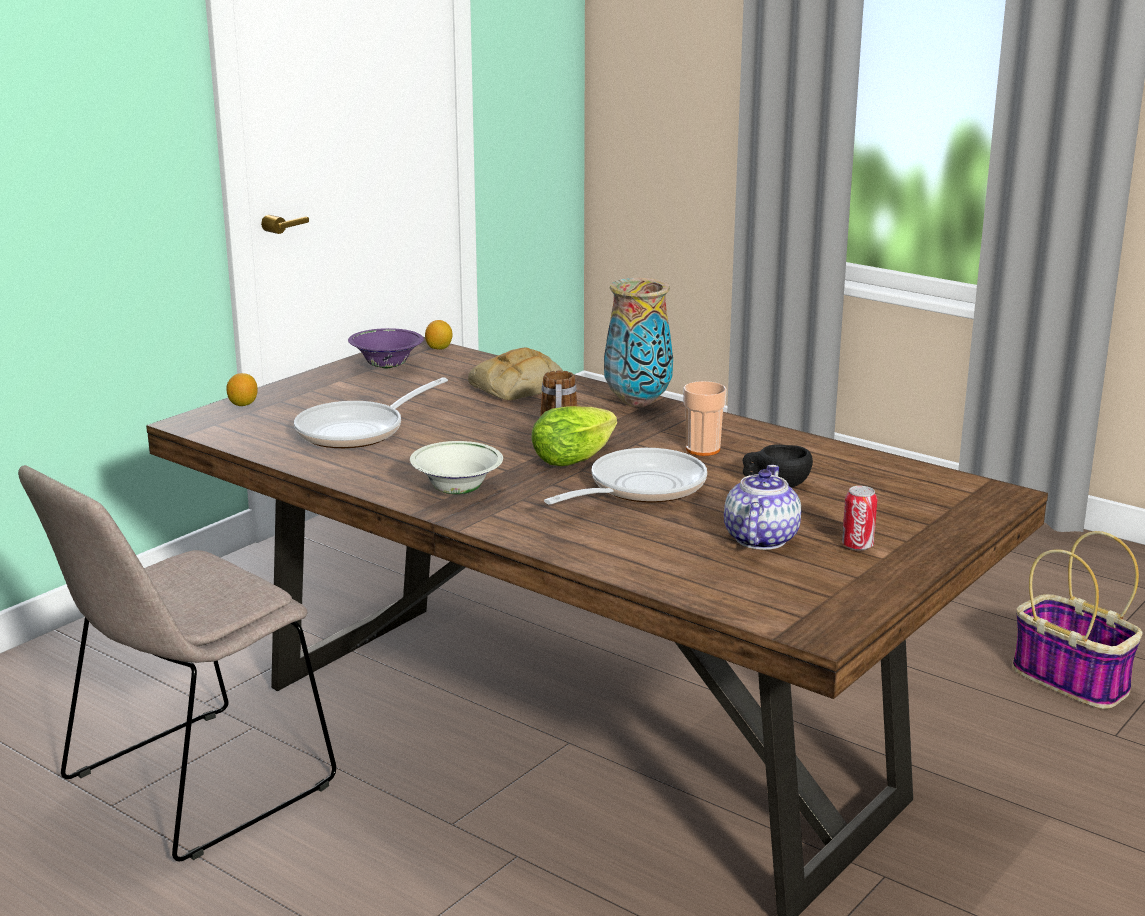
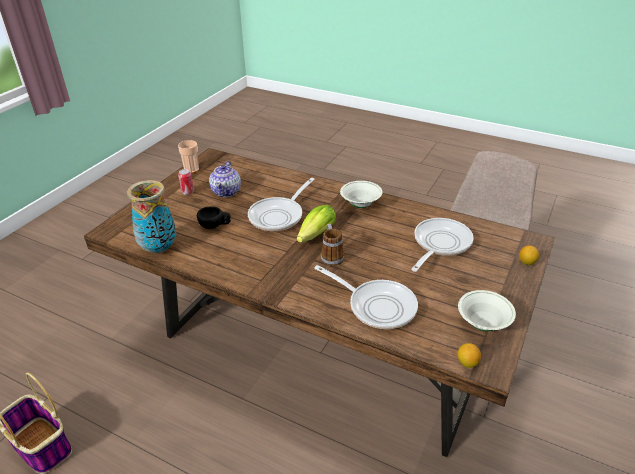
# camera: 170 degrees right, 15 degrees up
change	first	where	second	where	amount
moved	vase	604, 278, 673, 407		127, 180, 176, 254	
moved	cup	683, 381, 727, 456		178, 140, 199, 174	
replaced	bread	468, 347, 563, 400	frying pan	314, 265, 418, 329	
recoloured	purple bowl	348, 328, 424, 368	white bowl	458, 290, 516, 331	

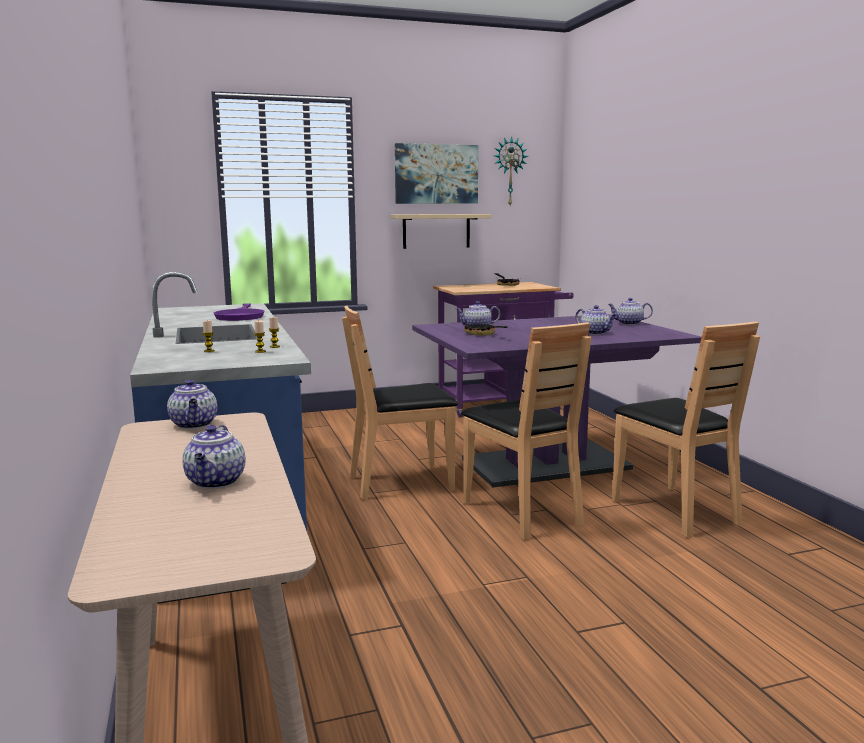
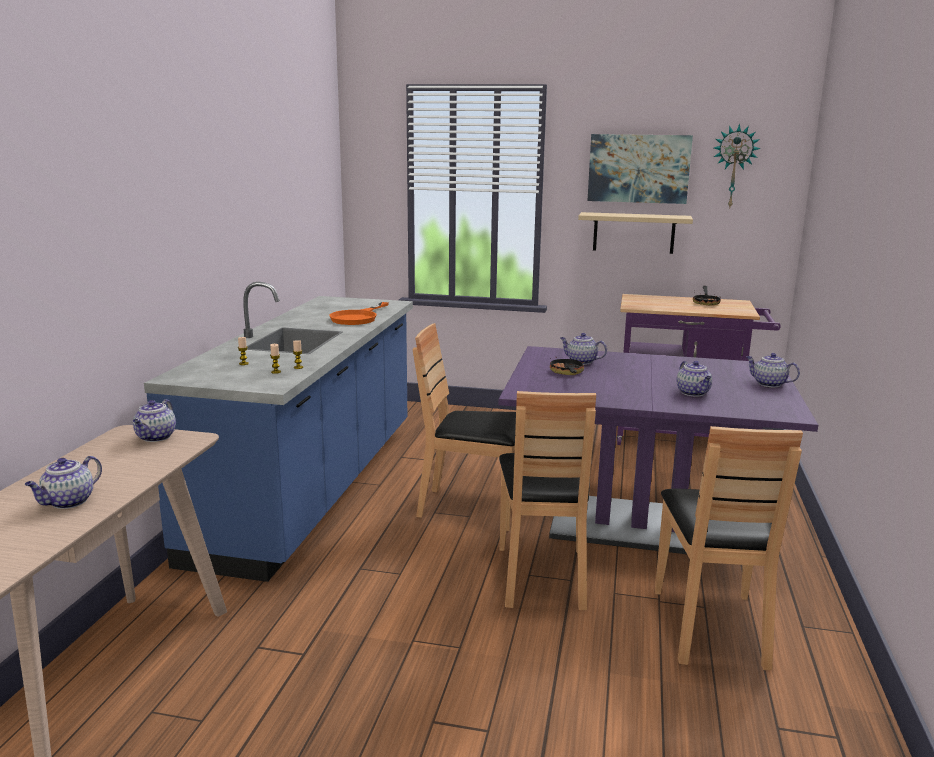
# camera: 30 degrees right, 5 degrees up
change	first	where	second	where	amount
recoloured	purple frying pan	214, 303, 264, 321	orange frying pan	329, 302, 389, 325	

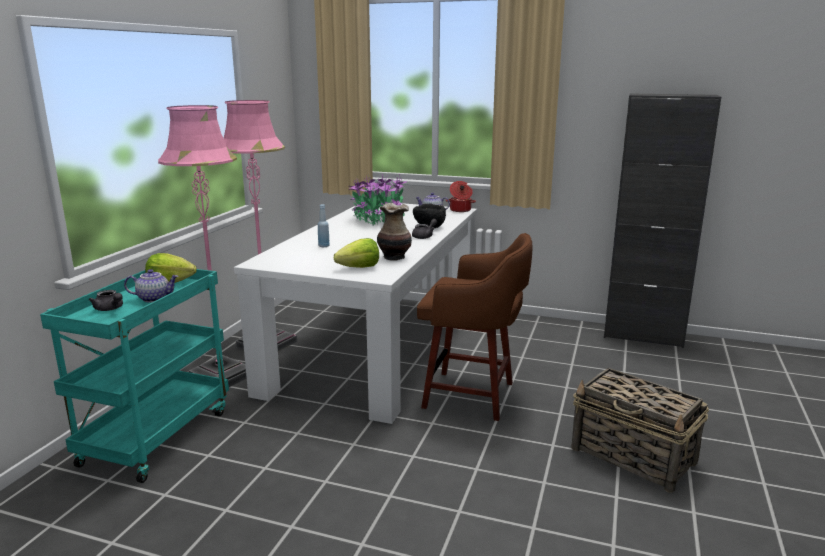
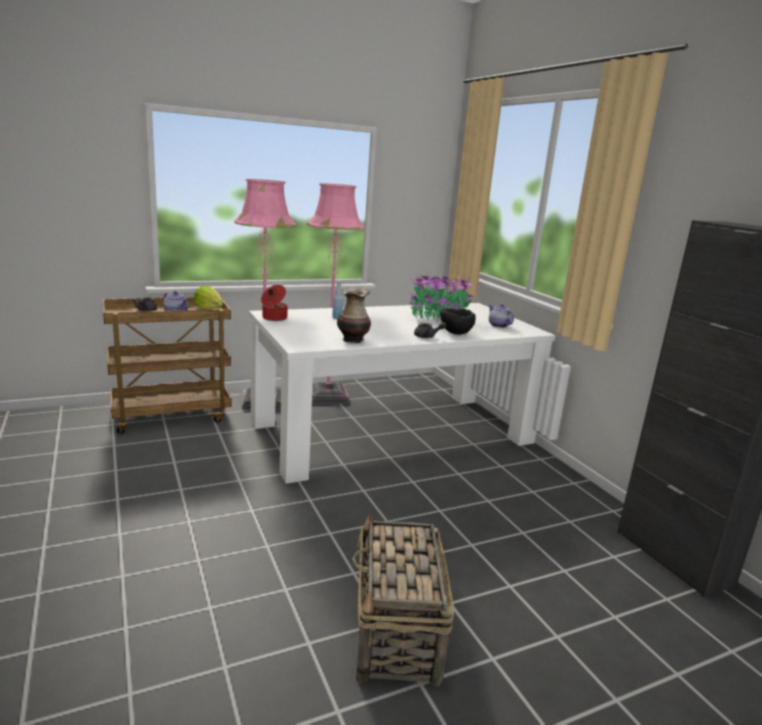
# camera: 45 degrees right, 0 degrees up
change	first	where	second	where	amount
removed	lettuce	334, 238, 379, 268			
removed	brown stool	417, 233, 533, 421			
moved	cooking pot	446, 181, 476, 212		261, 285, 288, 321	
recoloured	turquoise cart	40, 269, 229, 483	brown cart	103, 297, 232, 434	

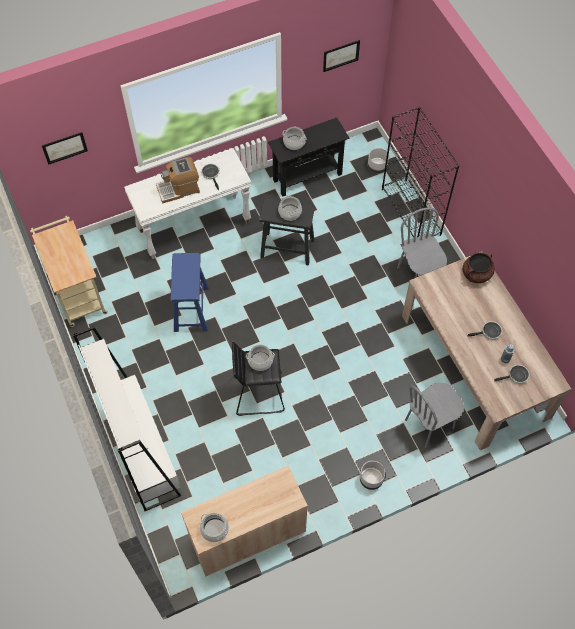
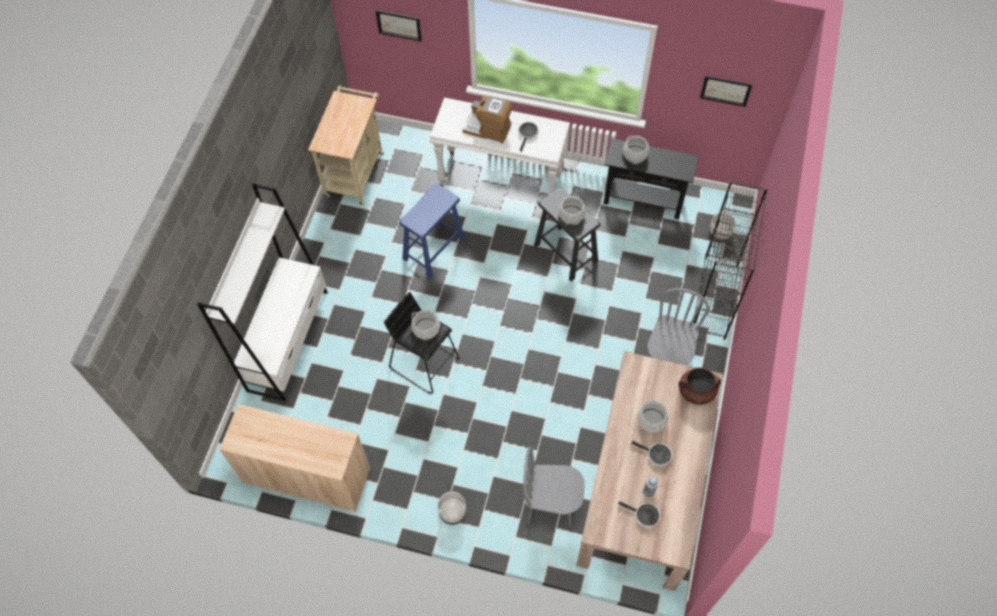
# camera: 40 degrees right, 0 degrees up
change	first	where	second	where	amount
moved	cooking pot	200, 513, 229, 542		637, 399, 668, 433	

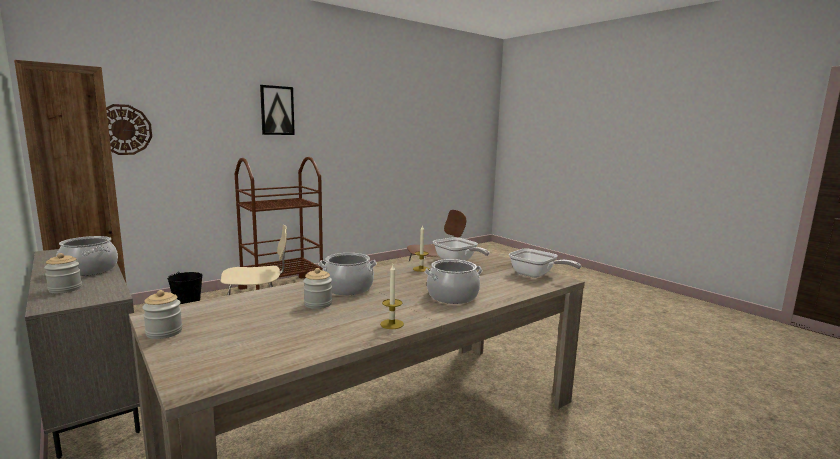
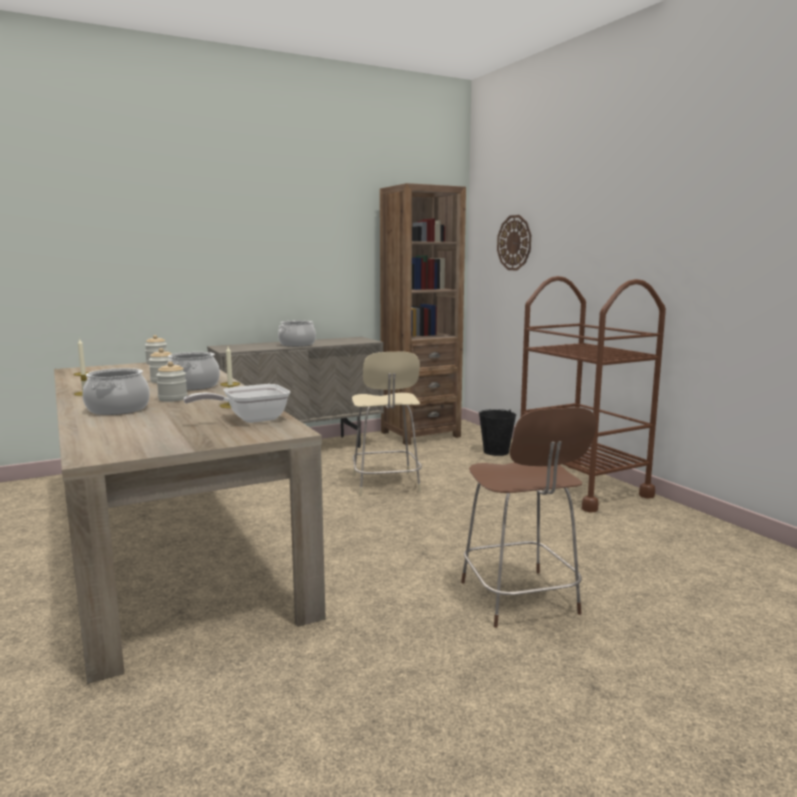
# camera: 100 degrees right, 0 degrees up
change	first	where	second	where	amount
removed	picture	260, 85, 295, 135			
removed	frying pan	509, 249, 581, 278			
moved	jar	44, 253, 82, 293		156, 361, 188, 402	

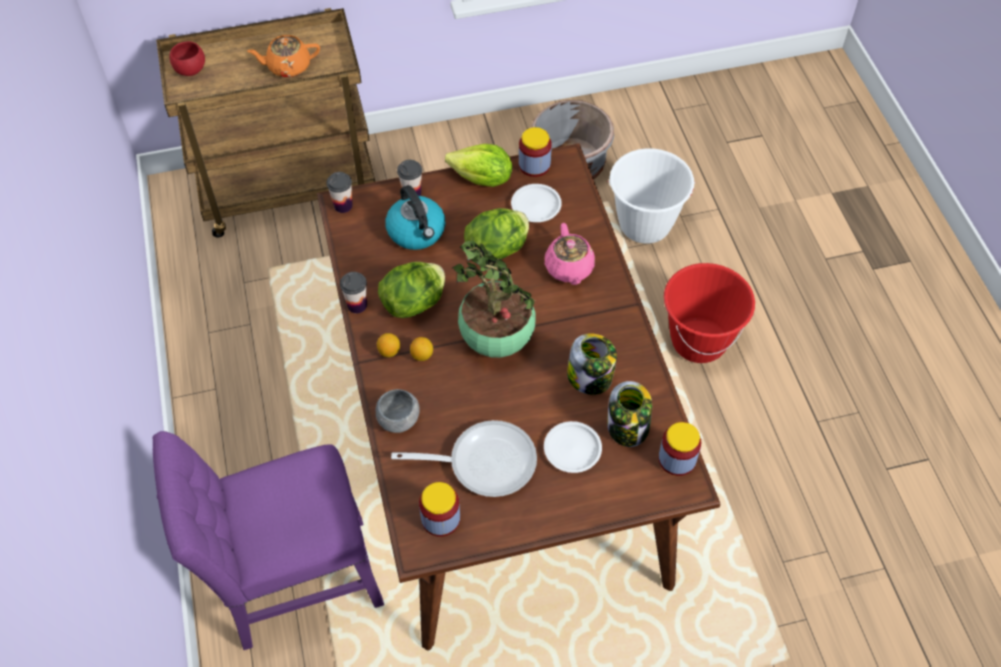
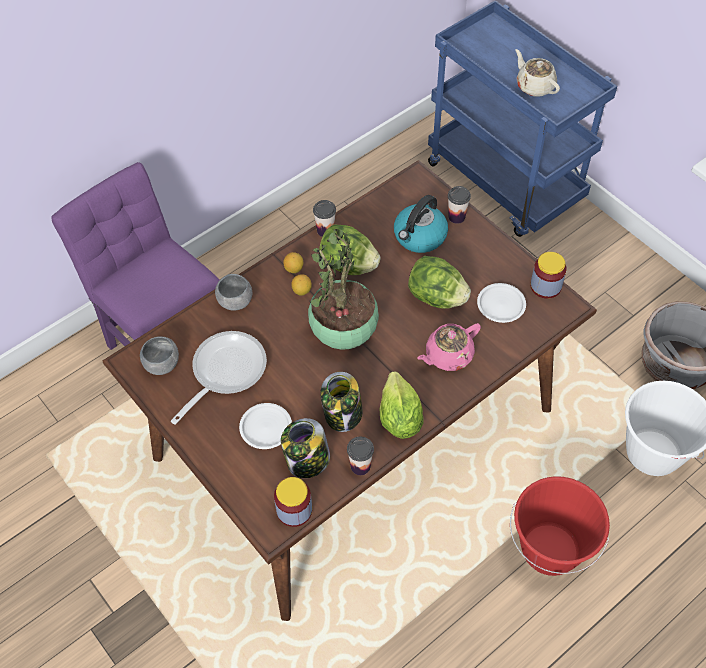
# camera: 65 degrees right, 0 degrees up
change	first	where	second	where	amount
removed	red bowl	169, 41, 205, 76			
moved	cup	326, 172, 353, 213		347, 437, 374, 475	
moved	lettuce	445, 144, 512, 187		380, 371, 423, 439	
replaced	jar	419, 482, 460, 537	grey bowl	140, 337, 179, 375	
recoloured	brown cart	156, 8, 375, 237	blue cart	428, 0, 617, 237	
recoloured	orange teapot	247, 35, 320, 77	beige teapot	515, 49, 560, 97	
turned	frying pan	391, 420, 537, 497		171, 331, 267, 424	120 degrees counterclockwise

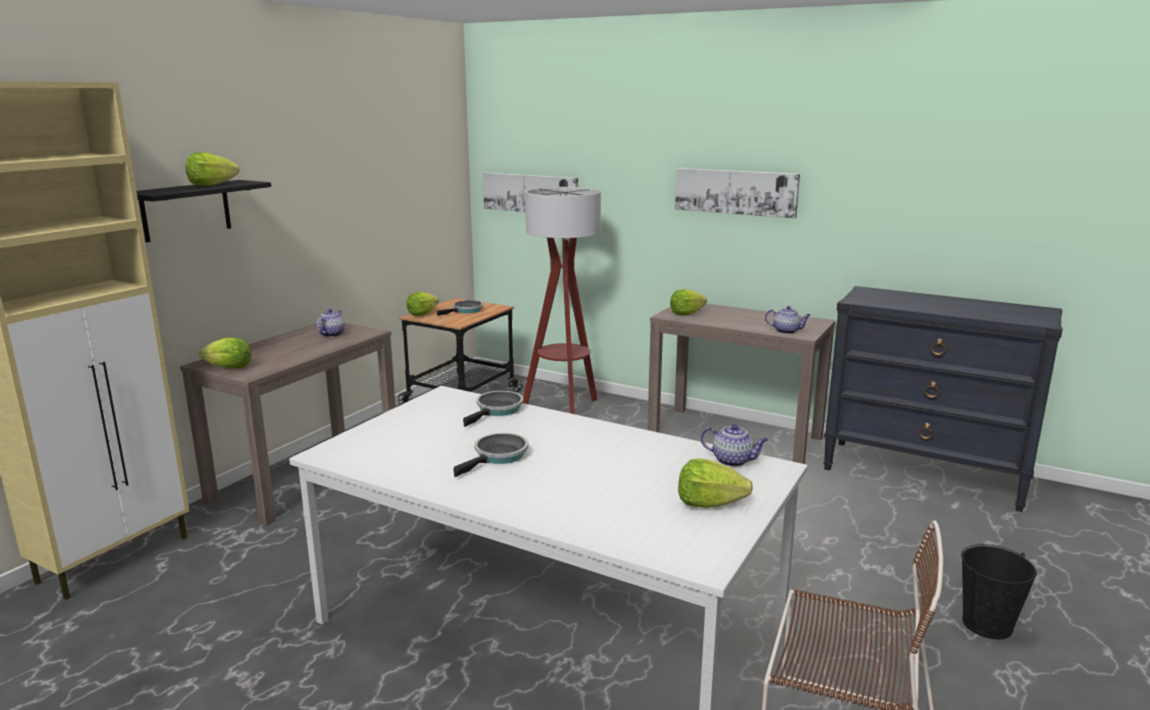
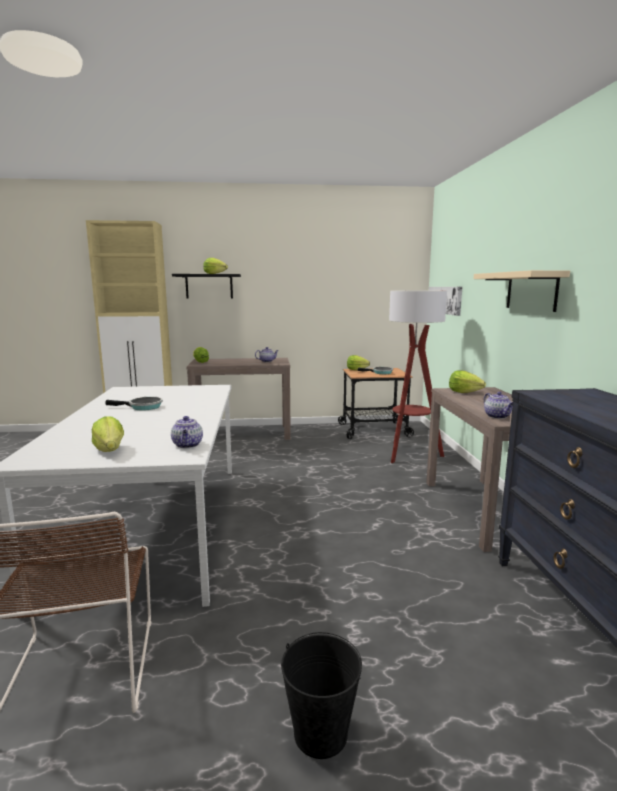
# camera: 55 degrees right, 5 degrees down
change	first	where	second	where	amount
removed	frying pan	463, 391, 523, 427			
replaced	picture	675, 168, 800, 218	beige shelf	474, 270, 570, 312	

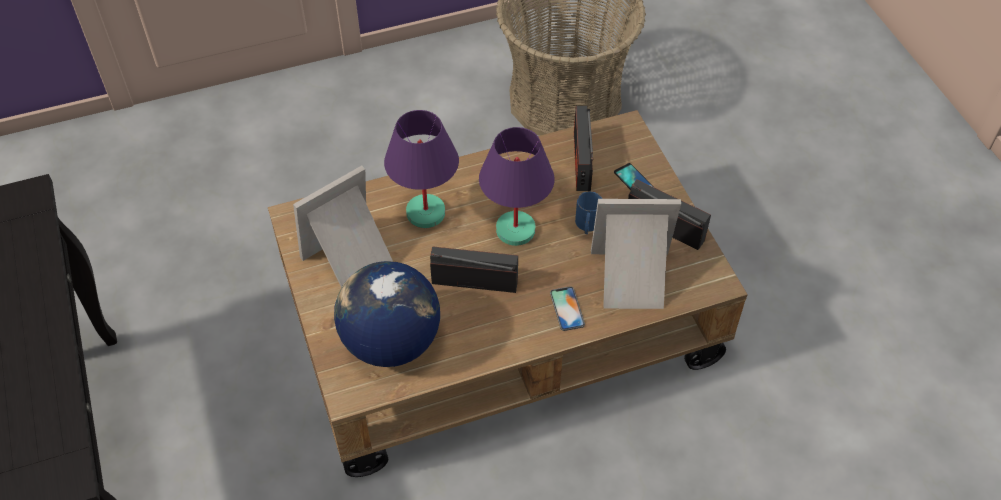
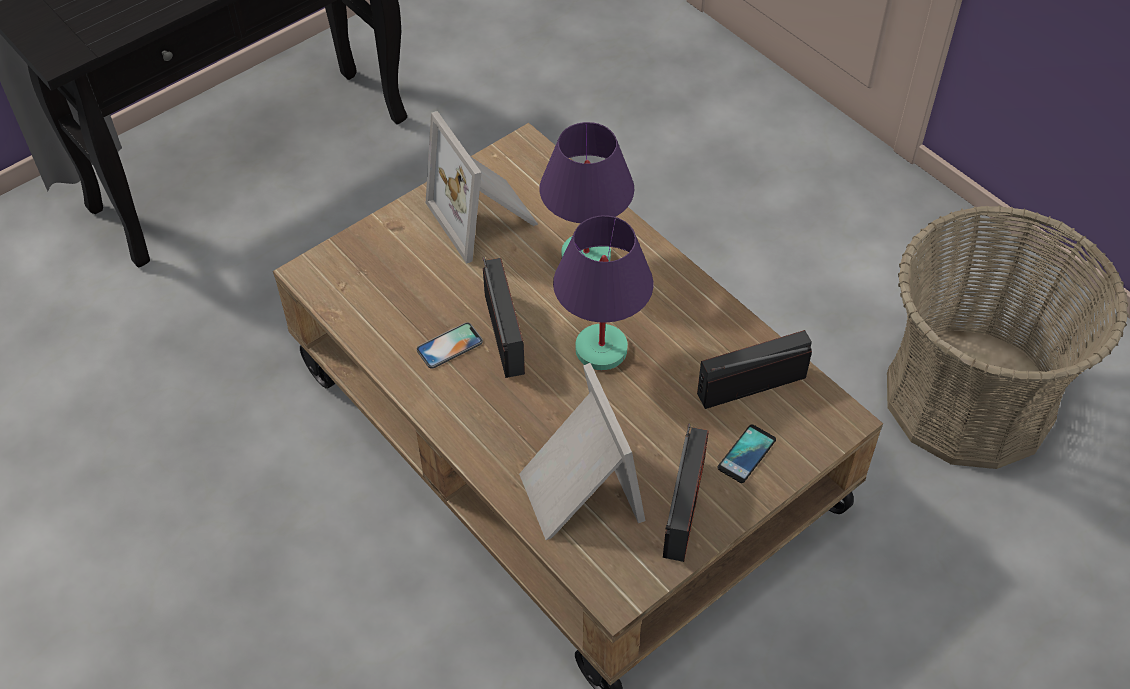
# camera: 70 degrees right, 0 degrees up
change	first	where	second	where	amount
removed	globe	334, 261, 440, 367			
removed	blue mug	575, 191, 603, 234			
moved	phone	550, 286, 585, 331		417, 322, 483, 369	
turned	picture frame	293, 166, 393, 288		426, 111, 538, 264	150 degrees counterclockwise

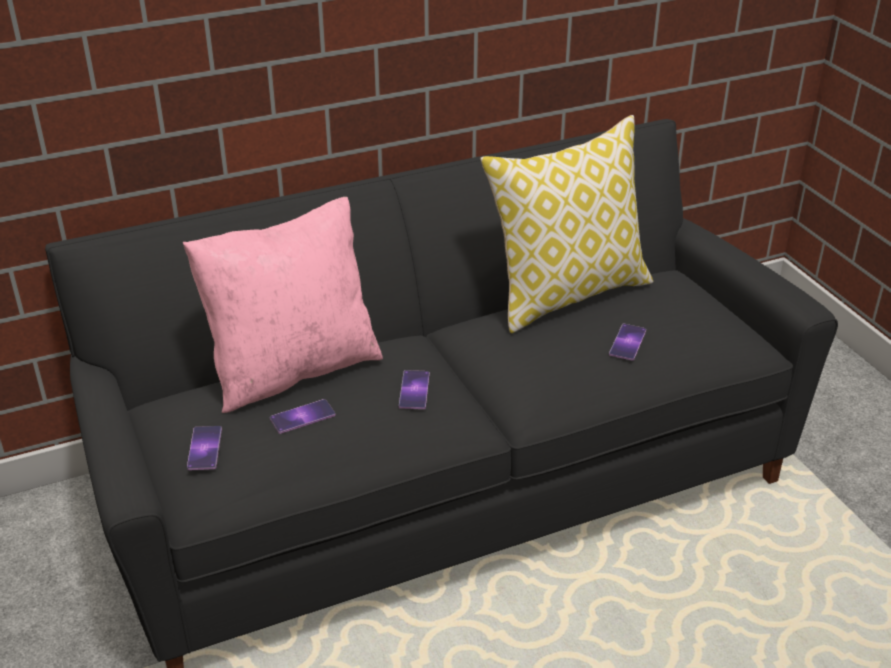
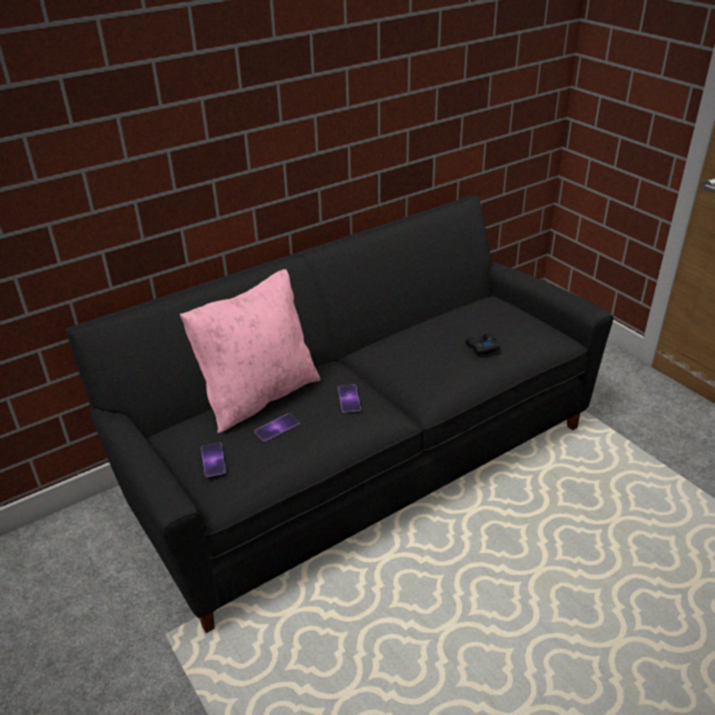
# camera: 10 degrees left, 0 degrees up
change	first	where	second	where	amount
removed	pillow	480, 115, 653, 333			
replaced	phone	609, 324, 646, 361	black game controller	465, 333, 500, 355	

